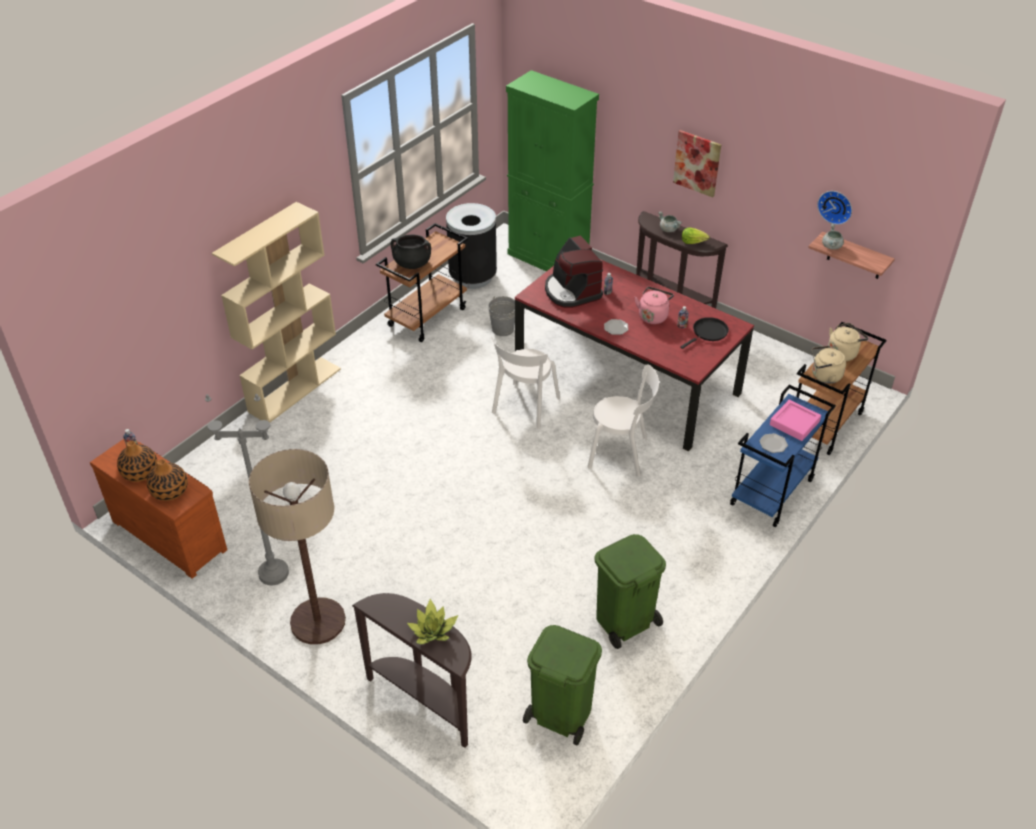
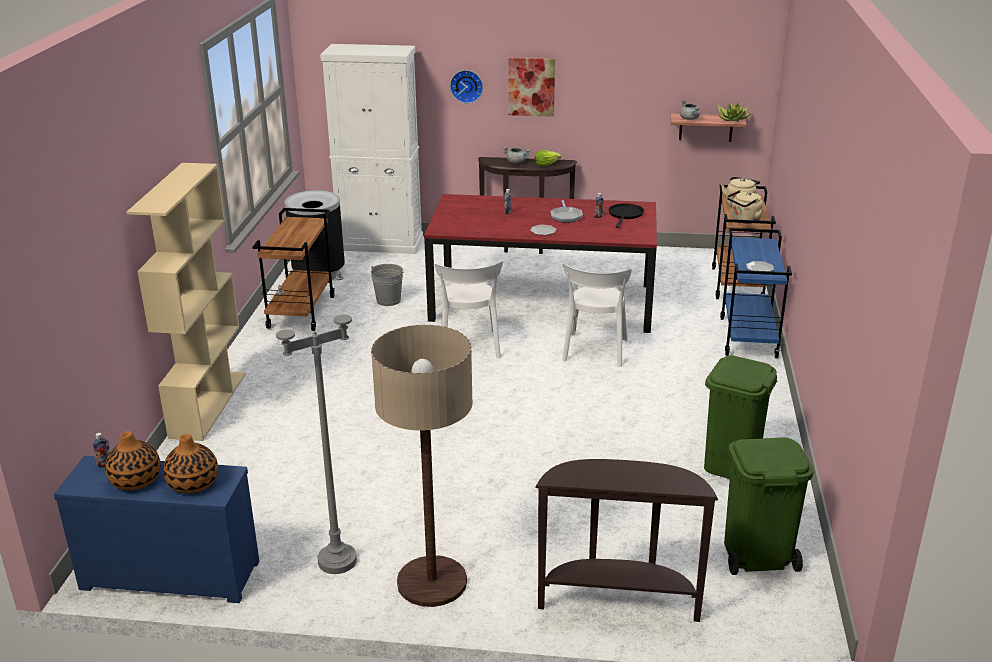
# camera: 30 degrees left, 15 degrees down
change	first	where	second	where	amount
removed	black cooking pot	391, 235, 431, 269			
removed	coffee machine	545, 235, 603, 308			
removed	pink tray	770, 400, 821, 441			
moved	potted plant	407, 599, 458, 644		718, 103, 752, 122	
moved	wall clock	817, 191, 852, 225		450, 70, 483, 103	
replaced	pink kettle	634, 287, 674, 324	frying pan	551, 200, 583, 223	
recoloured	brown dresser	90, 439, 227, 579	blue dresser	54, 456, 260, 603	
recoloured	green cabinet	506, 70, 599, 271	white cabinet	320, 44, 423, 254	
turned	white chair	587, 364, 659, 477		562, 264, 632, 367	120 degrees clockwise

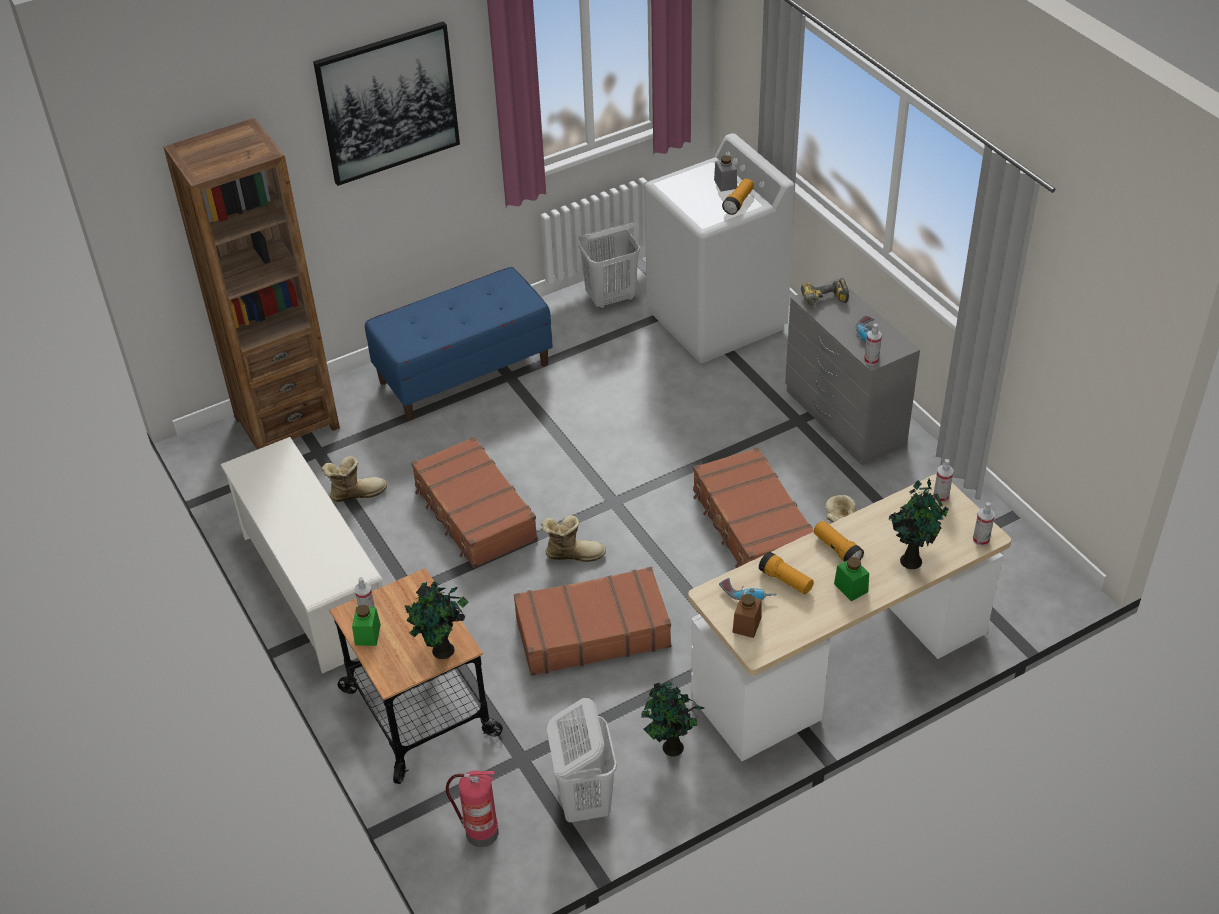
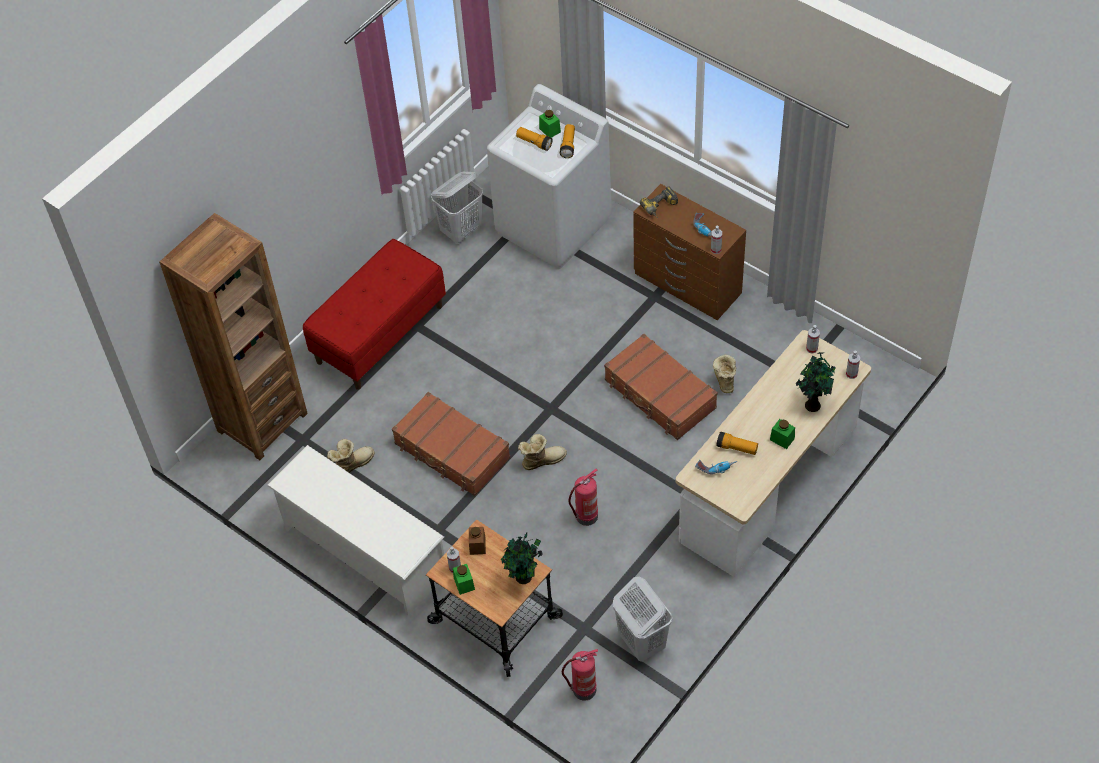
# camera: 20 degrees left, 10 degrees up
change	first	where	second	where	amount
removed	picture	313, 21, 460, 186			
removed	potted plant	641, 682, 704, 756			
moved	brown jar	732, 594, 762, 638		469, 527, 486, 555	
moved	flashlight	814, 521, 864, 562		516, 127, 553, 151	
replaced	brown suitcase	514, 567, 671, 676	fire extinguisher	568, 469, 598, 526	
recoloured	blue bench	365, 267, 553, 421	red bench	303, 239, 446, 390	
recoloured	grey jar	714, 155, 737, 192	green jar	539, 110, 561, 138	
recoloured	grey dresser	785, 278, 920, 466	brown dresser	633, 184, 746, 320	

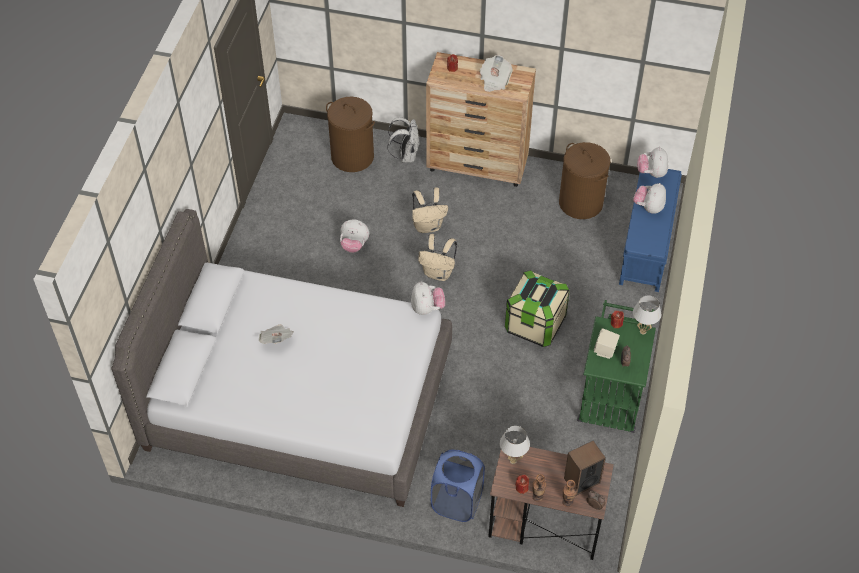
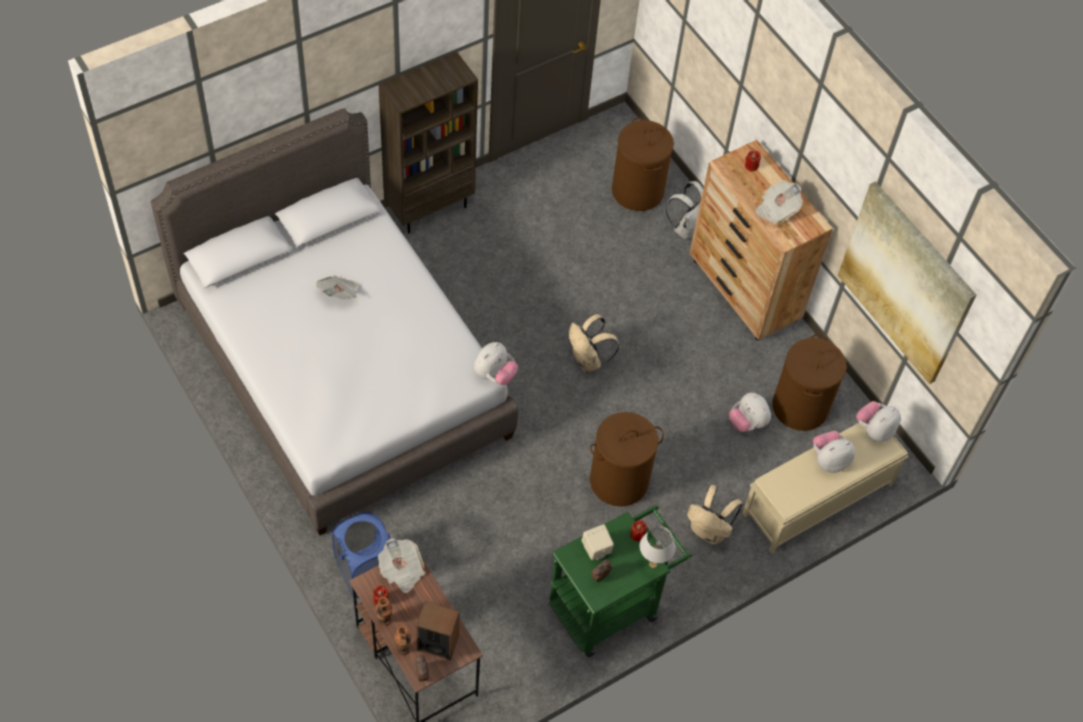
# camera: 40 degrees right, 5 degrees up
change	first	where	second	where	amount
added			brown bookcase	379, 52, 478, 233	
added			picture	838, 181, 976, 384	
moved	plush toy	340, 219, 369, 253		729, 392, 771, 432	
moved	beige backpack	412, 187, 448, 233		687, 485, 743, 545	
replaced	white table lamp	500, 426, 530, 464	newspaper	378, 538, 425, 593	
replaced	storage box	505, 270, 570, 347	brown laundry basket	590, 412, 664, 507	
recoloured	blue bench	619, 169, 682, 292	beige bench	742, 423, 909, 553	

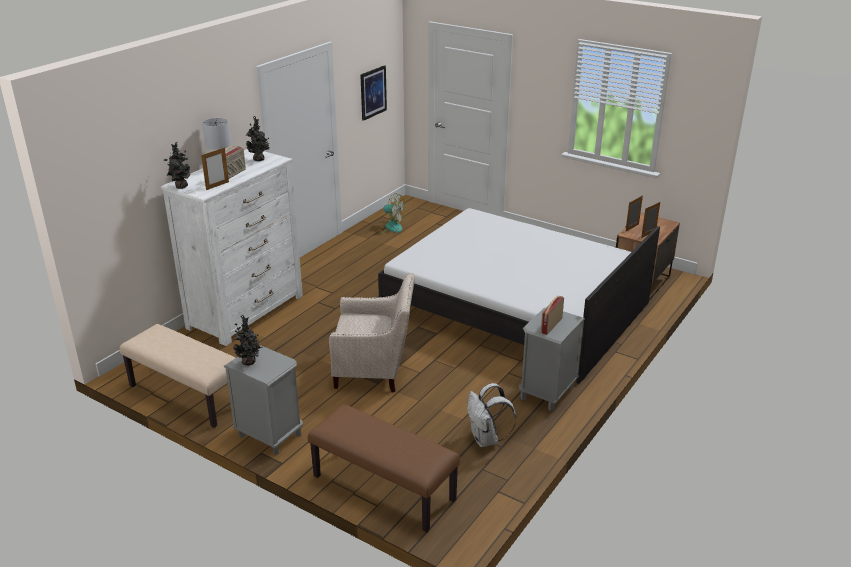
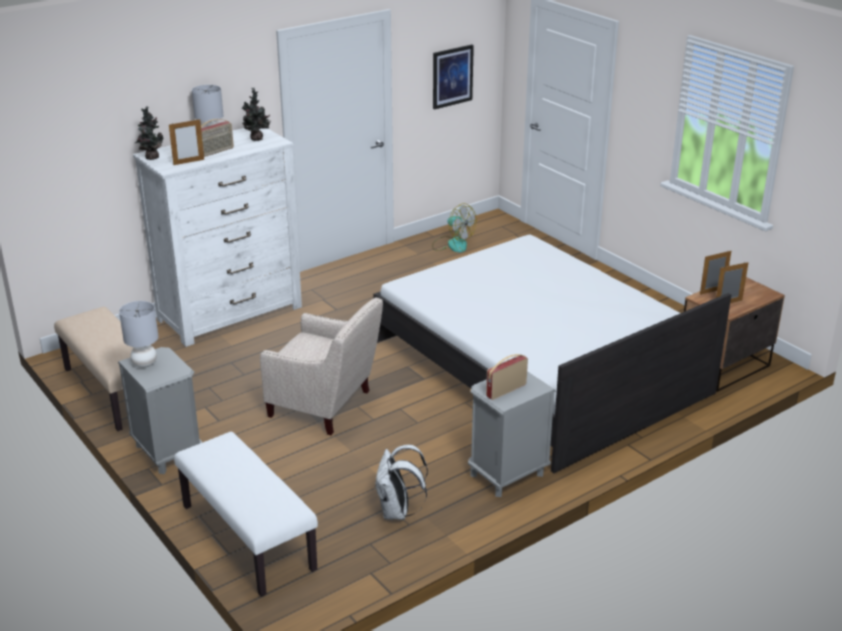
# camera: 20 degrees right, 0 degrees up
change	first	where	second	where	amount
replaced	potted plant	233, 315, 263, 366	grey table lamp	119, 301, 159, 368	
recoloured	brown bench	308, 404, 460, 533	white bench	174, 432, 318, 597	

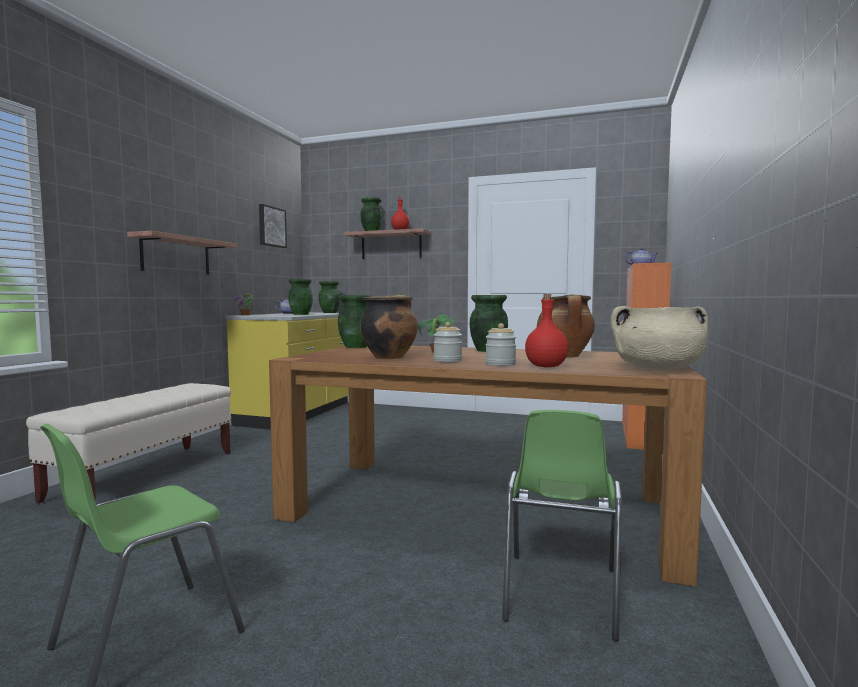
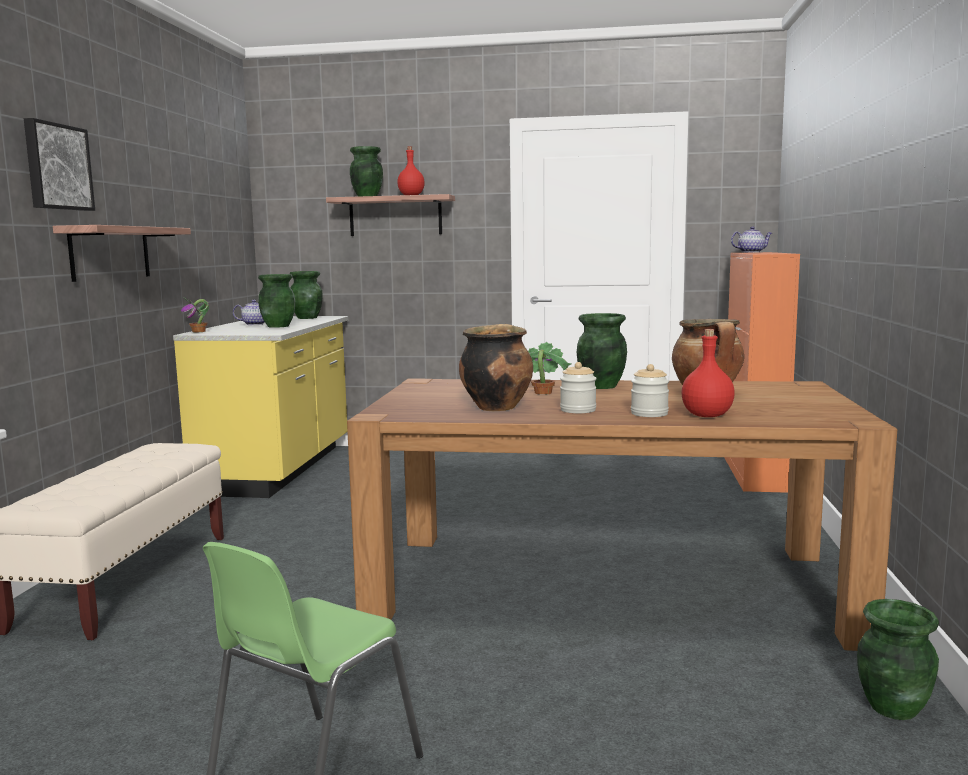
# camera: 10 degrees left, 5 degrees up
change	first	where	second	where	amount
removed	green chair	502, 410, 622, 641			
removed	beige cooking pot	610, 306, 708, 370			
moved	picture	259, 204, 287, 248		24, 118, 95, 211	
moved	green vase	338, 295, 372, 348		857, 599, 939, 720	

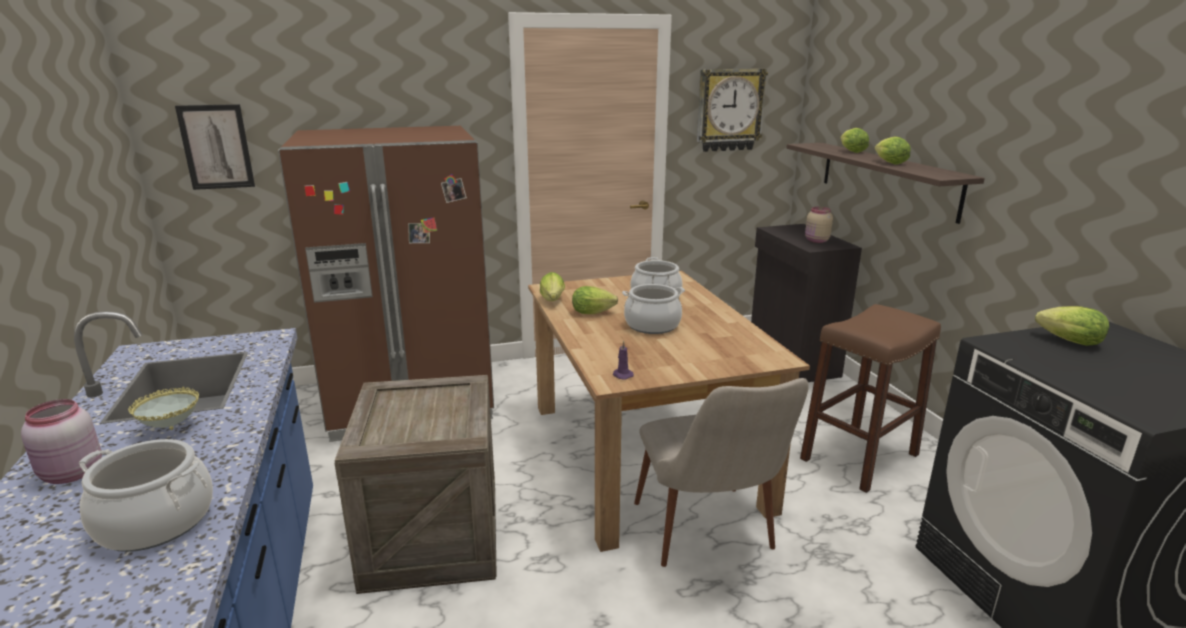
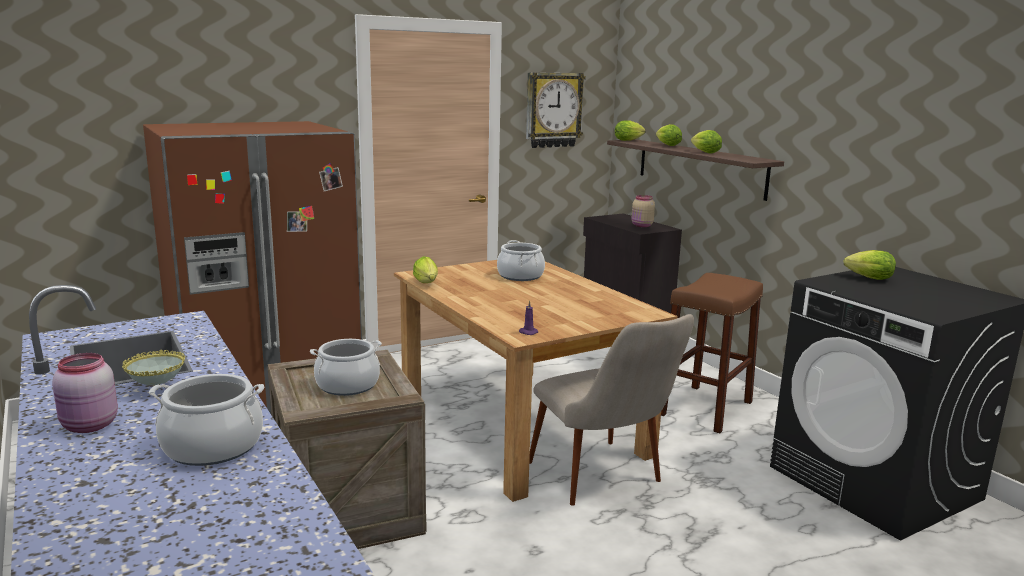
# camera: 15 degrees left, 5 degrees down
change	first	where	second	where	amount
removed	picture	175, 104, 255, 190			
moved	lettuce	572, 286, 618, 314		615, 120, 646, 141	
moved	cooking pot	622, 284, 685, 334		310, 339, 382, 396	

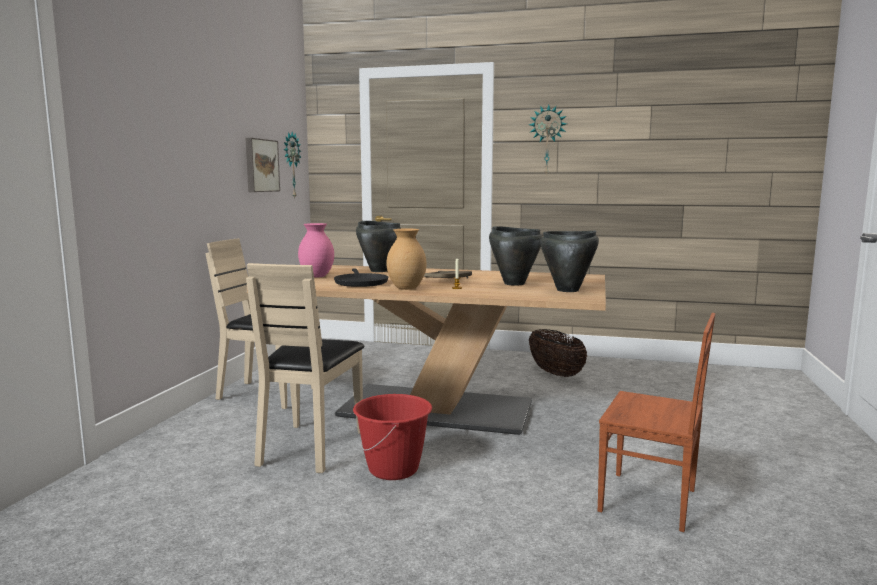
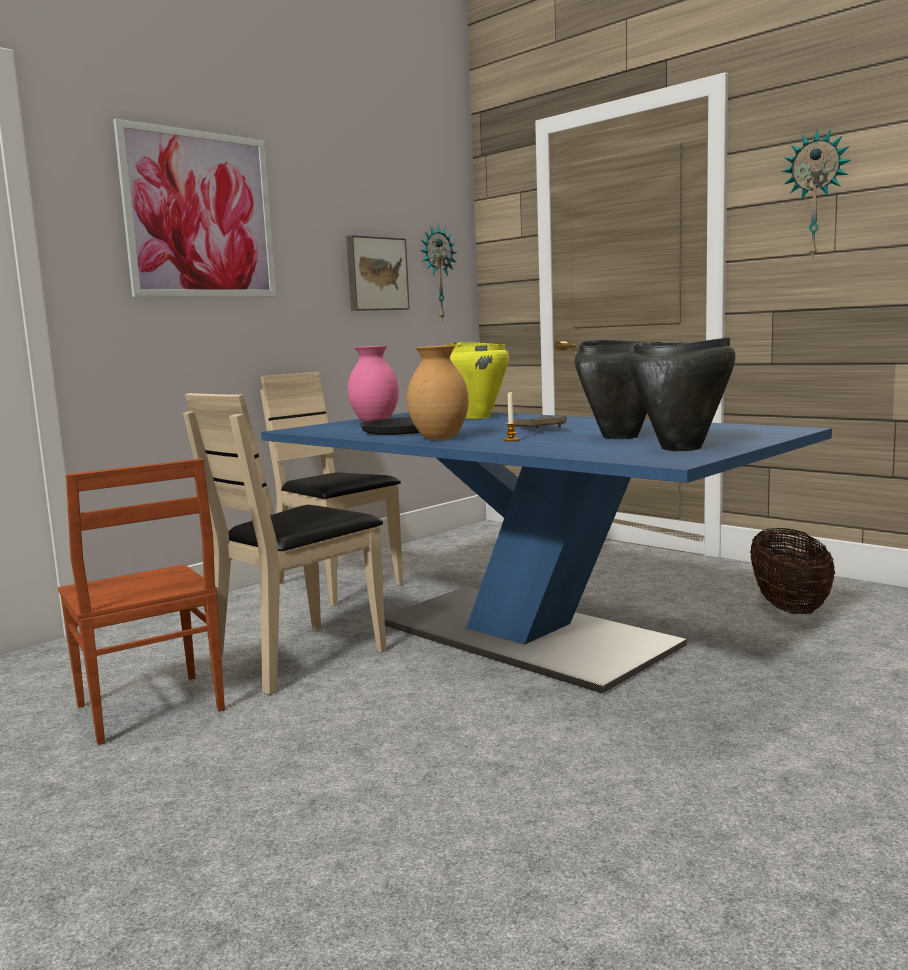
# camera: 30 degrees right, 0 degrees up
change	first	where	second	where	amount
removed	red bucket	353, 394, 432, 480			
added			picture	113, 119, 276, 297	
moved	brown chair	598, 313, 715, 532		58, 459, 225, 745	
recoloured	beige dining table	247, 265, 606, 435	blue dining table	261, 412, 832, 693	
recoloured	black cooking pot	356, 221, 402, 272	yellow cooking pot	444, 342, 509, 419	

